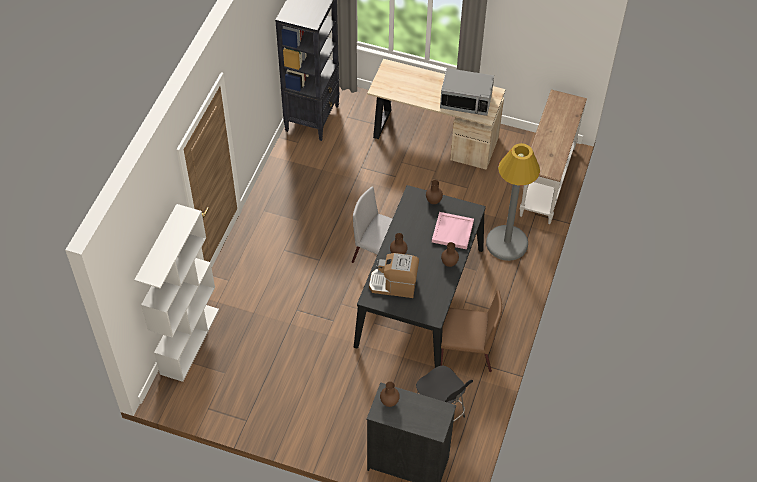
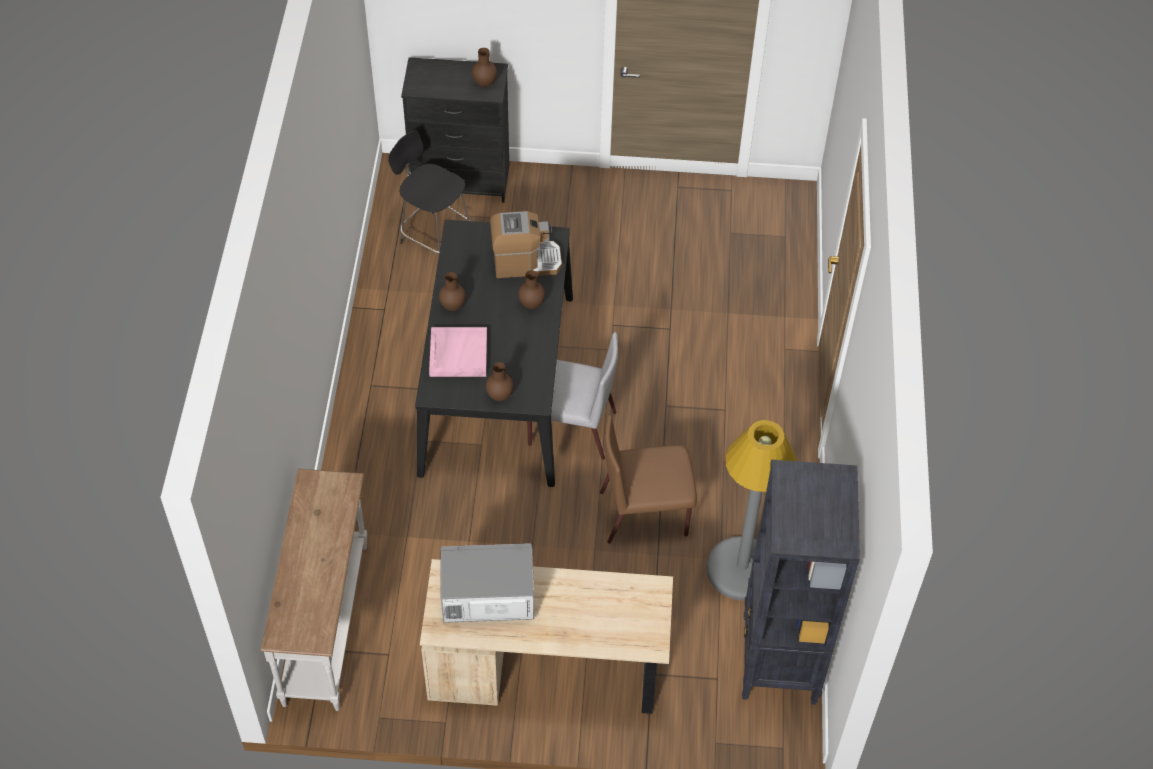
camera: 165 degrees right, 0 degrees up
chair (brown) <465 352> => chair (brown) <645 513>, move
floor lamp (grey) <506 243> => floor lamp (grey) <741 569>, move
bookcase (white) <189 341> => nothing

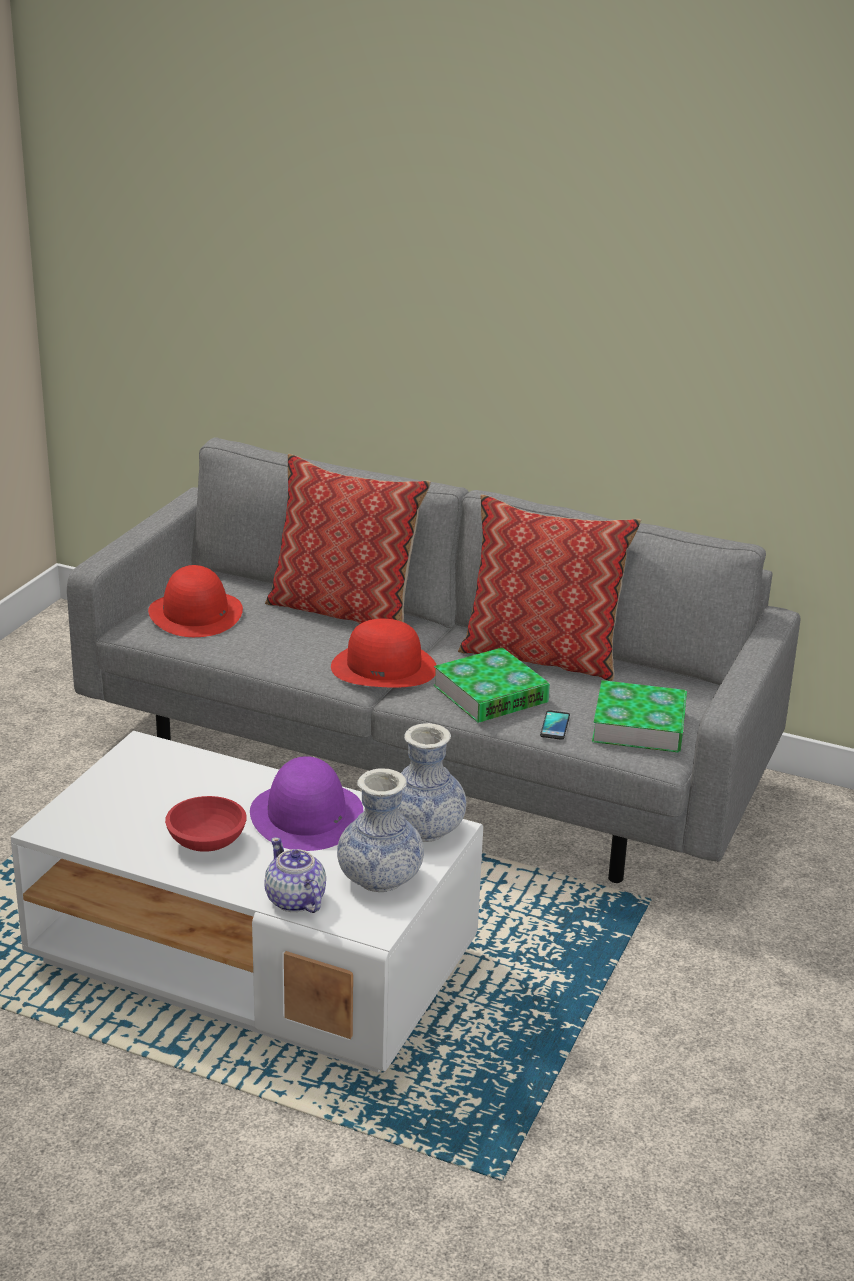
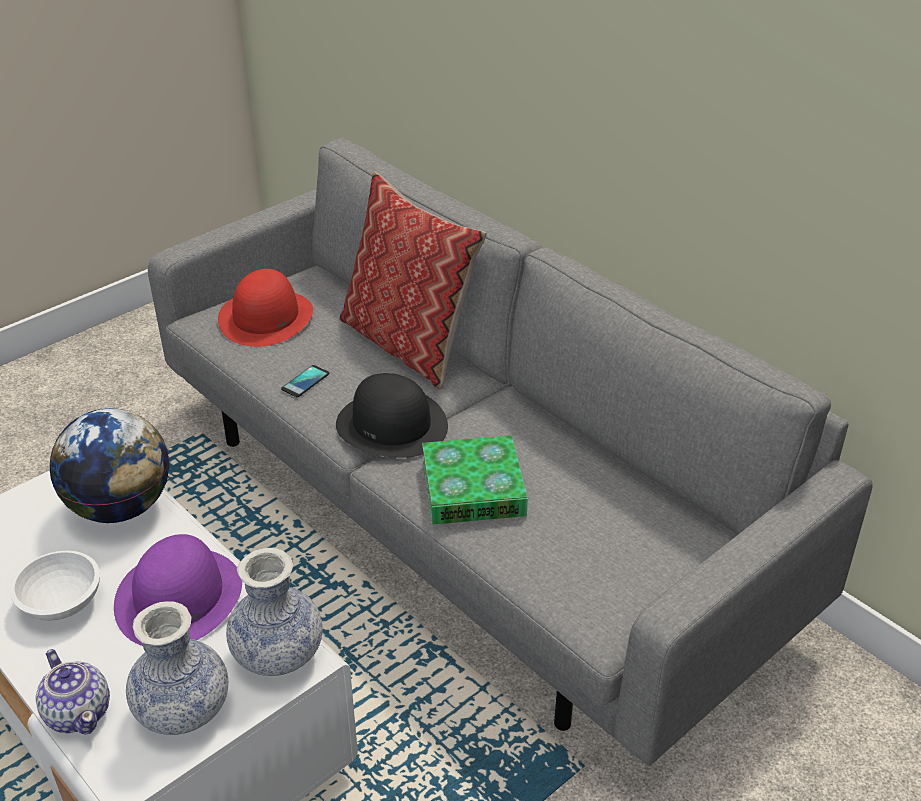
camera: 25 degrees right, 10 degrees up
bowl (red) <207 841> => bowl (white) <62 601>
teapot <295 900> => teapot <79 712>, 150 degrees clockwise
nothing => globe <120 507>
phone <555 726> => phone <305 382>, move
hat (red) <384 667> => hat (black) <392 424>
pillow <542 655> => nothing
book <639 725> => nothing

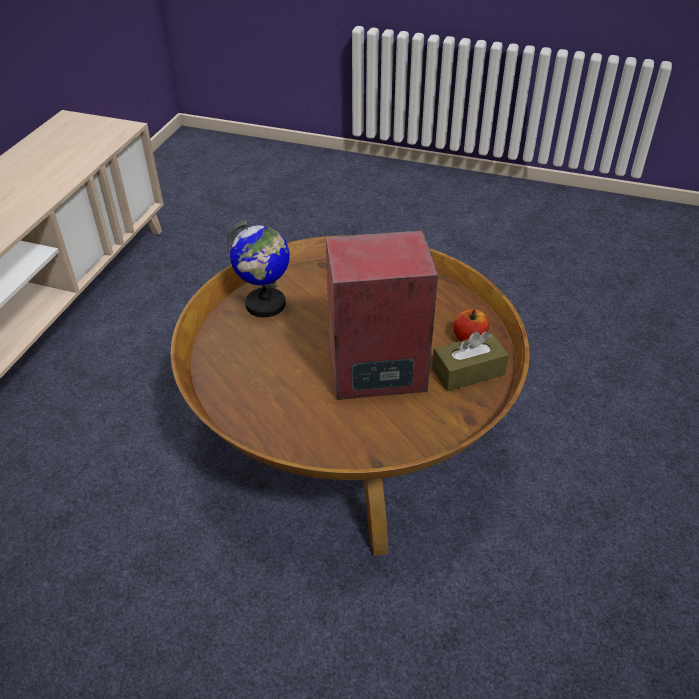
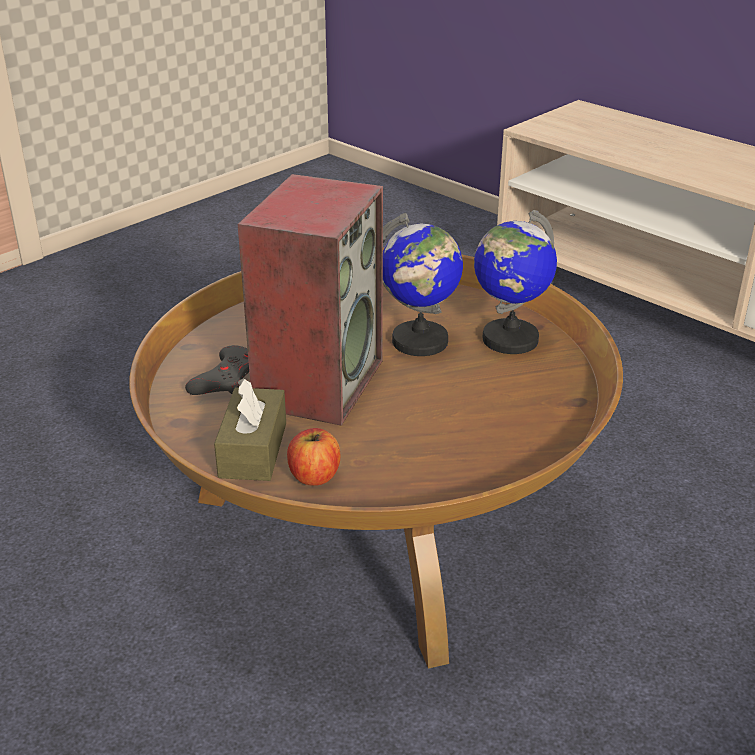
camera: 115 degrees right, 10 degrees down
nothing => game controller (grey) <227 379>
nothing => globe <420 342>

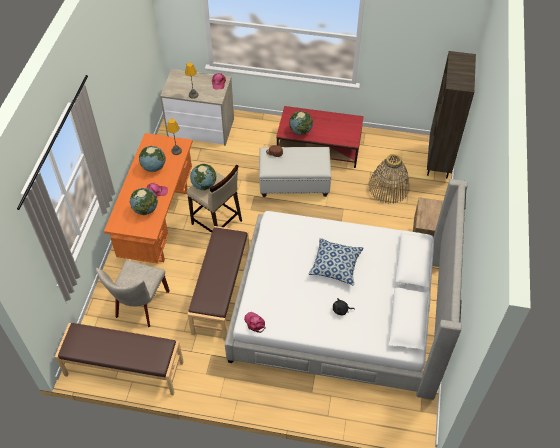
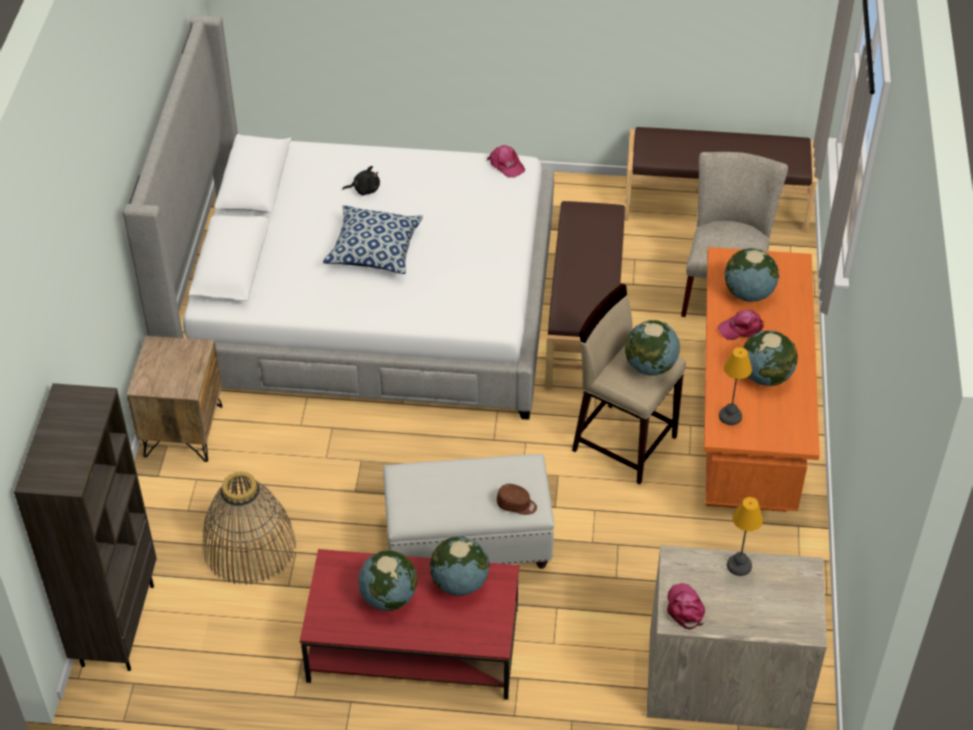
camera: 175 degrees right, 5 degrees down
nothing => globe <389 597>

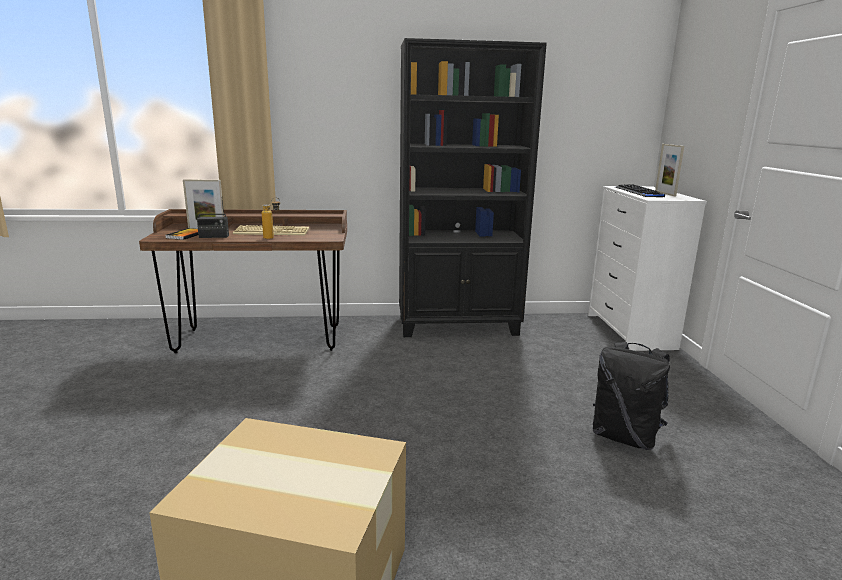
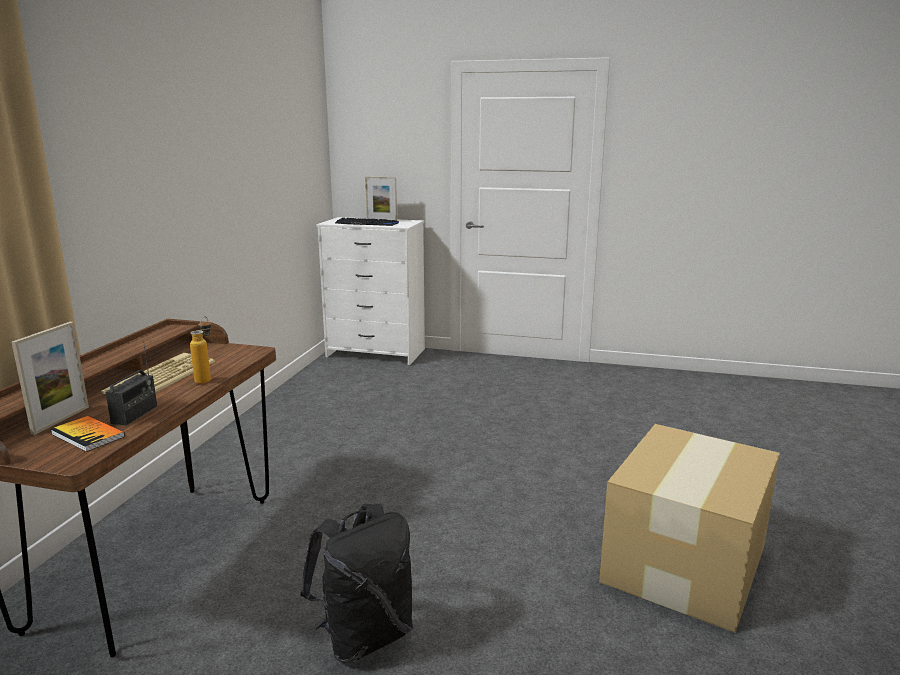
camera: 70 degrees left, 0 degrees up
backpack (black) <625 437> => backpack (black) <364 636>, move
bookcase (black) <459 326> => nothing

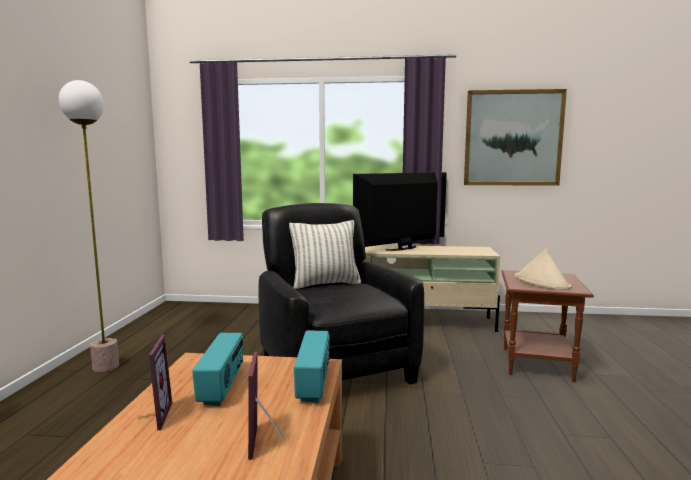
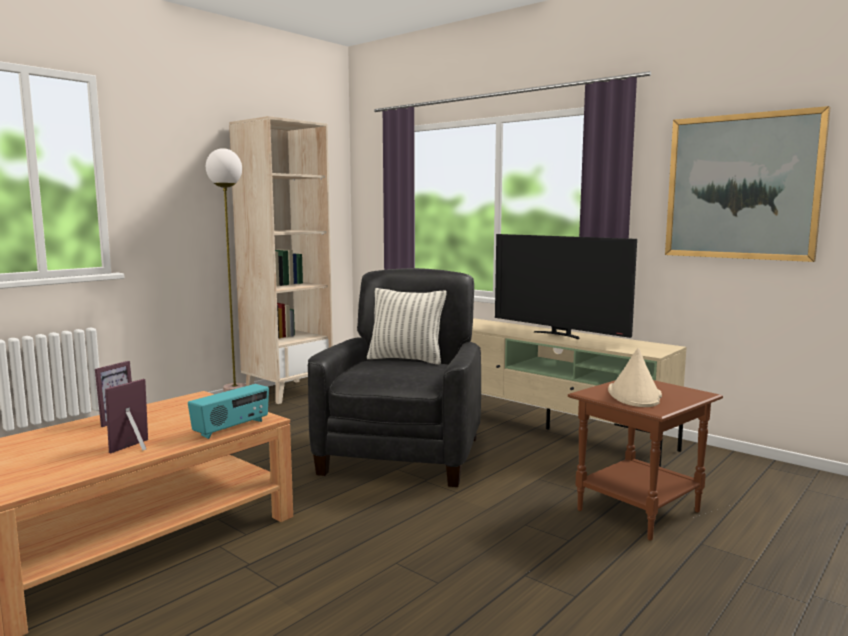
camera: 35 degrees right, 0 degrees up
nothing => bookcase (beige) <288 391>
television <403 248> => television <559 335>, 135 degrees counterclockwise
radio <222 387> => nothing

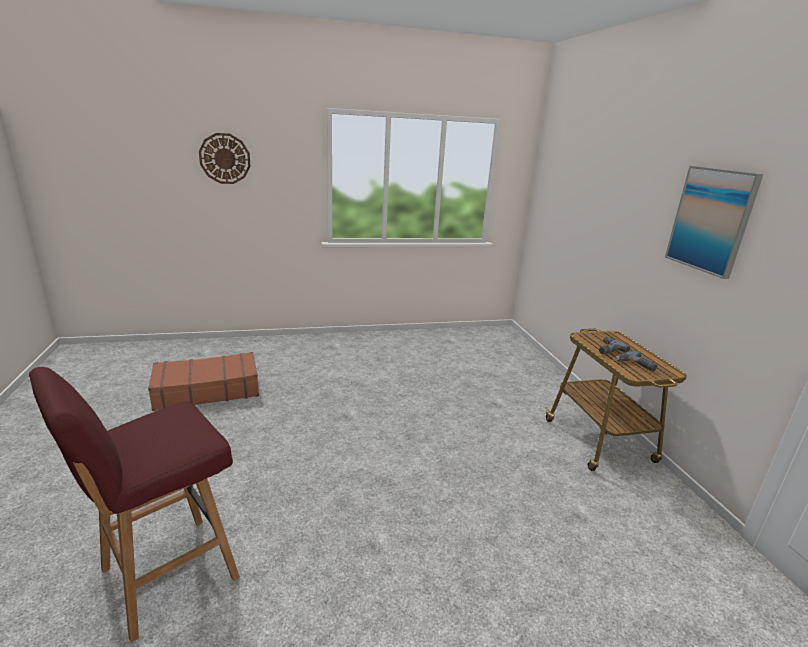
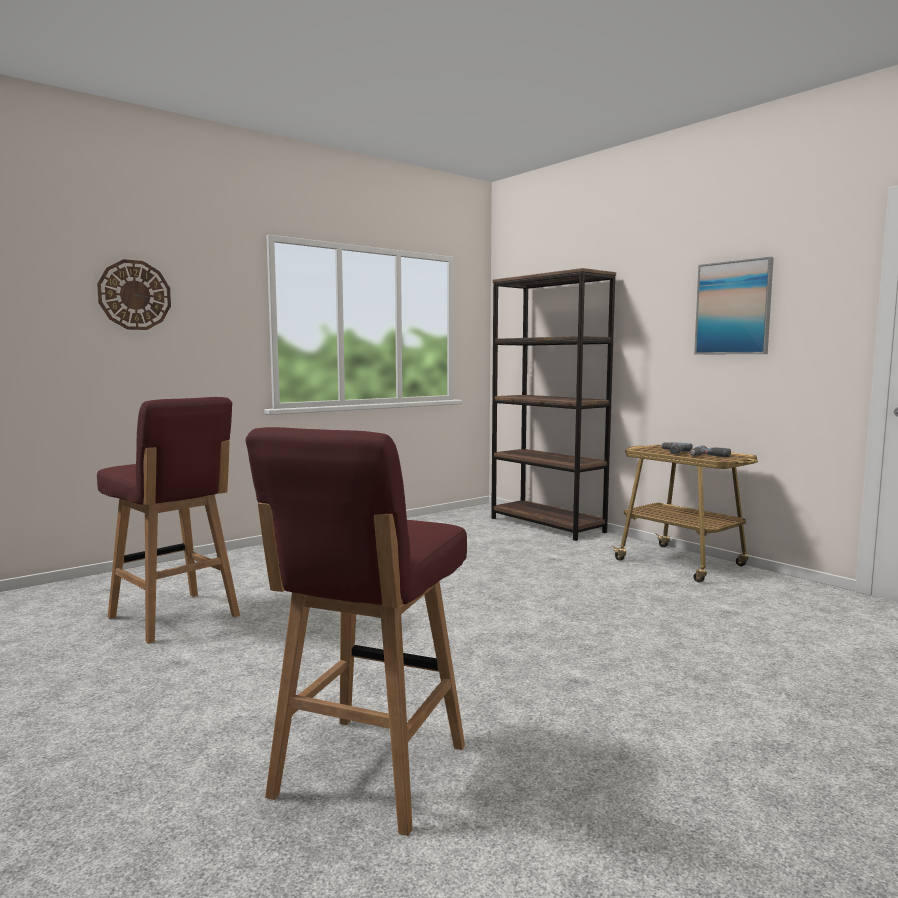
camera: 25 degrees left, 15 degrees down
suitcase (brown) <207 390> => stool (red) <175 618>
nothing => bookcase (brown) <547 525>

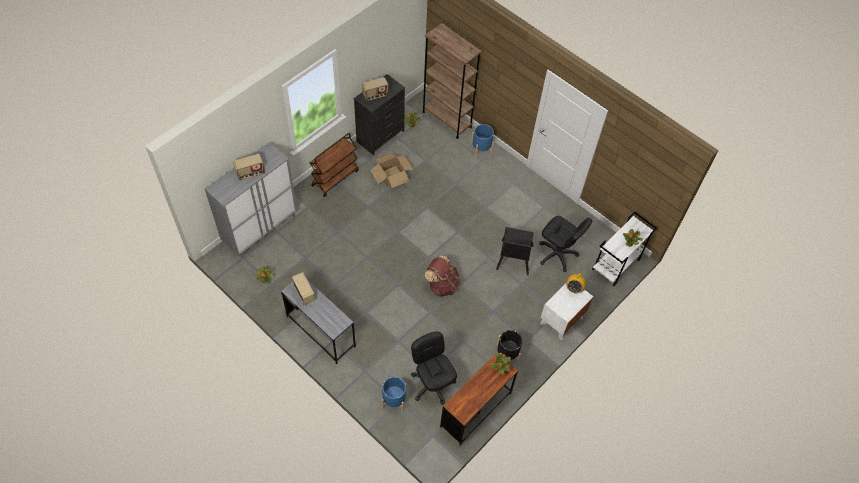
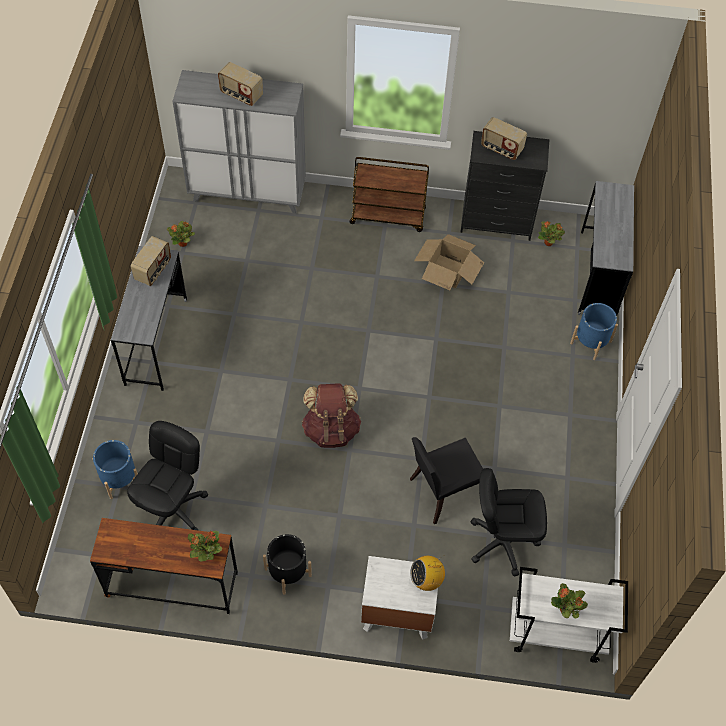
camera: 55 degrees right, 0 degrees up
office chair (black) <557 254> => office chair (black) <502 542>, 90 degrees clockwise
bookcase (brown) <446 119> => desk (grey) <598 274>

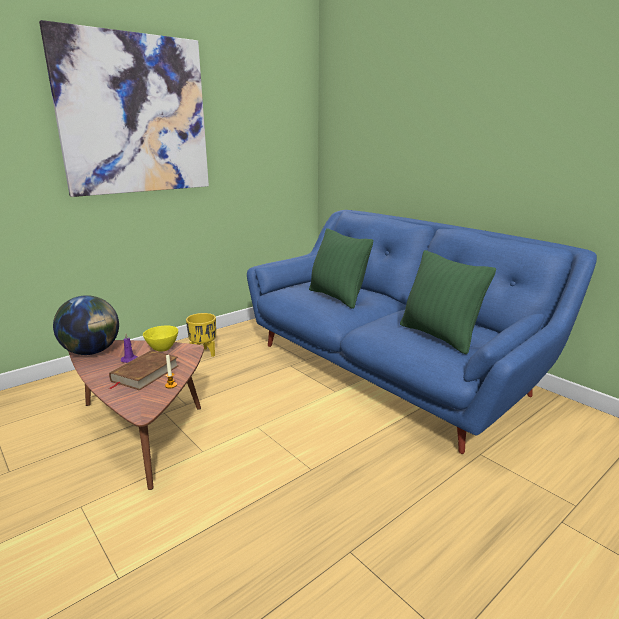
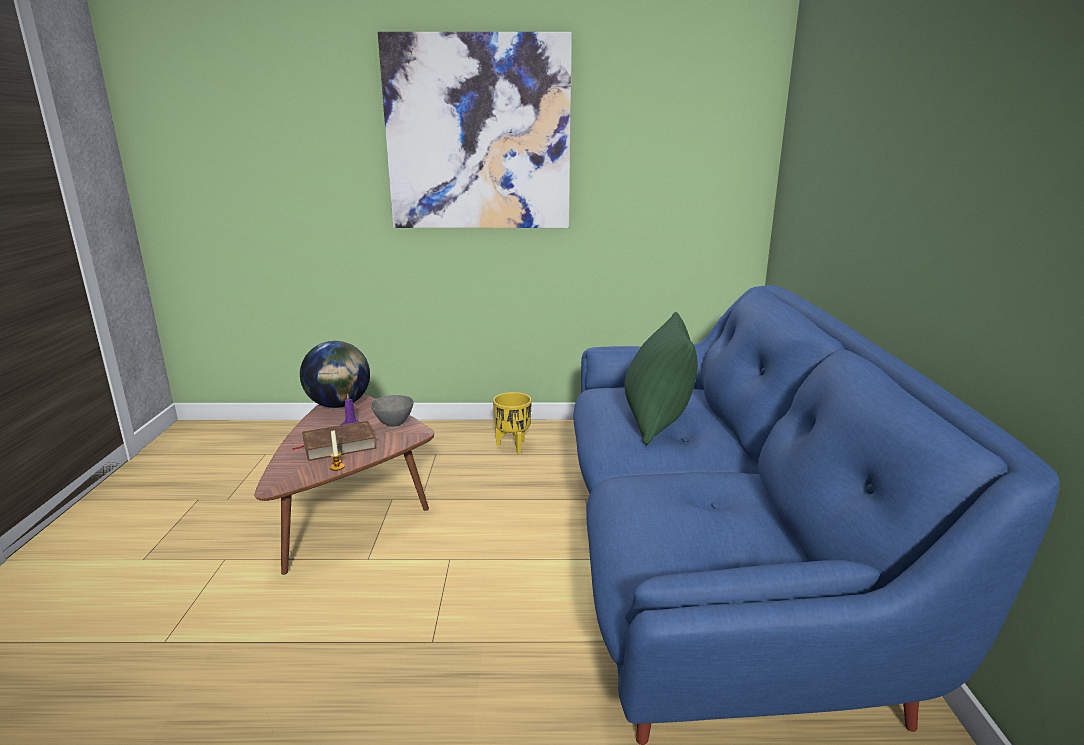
camera: 40 degrees right, 0 degrees up
bowl (yellow) <162 349> => bowl (grey) <393 424>
pillow (green) <439 336> => nothing

